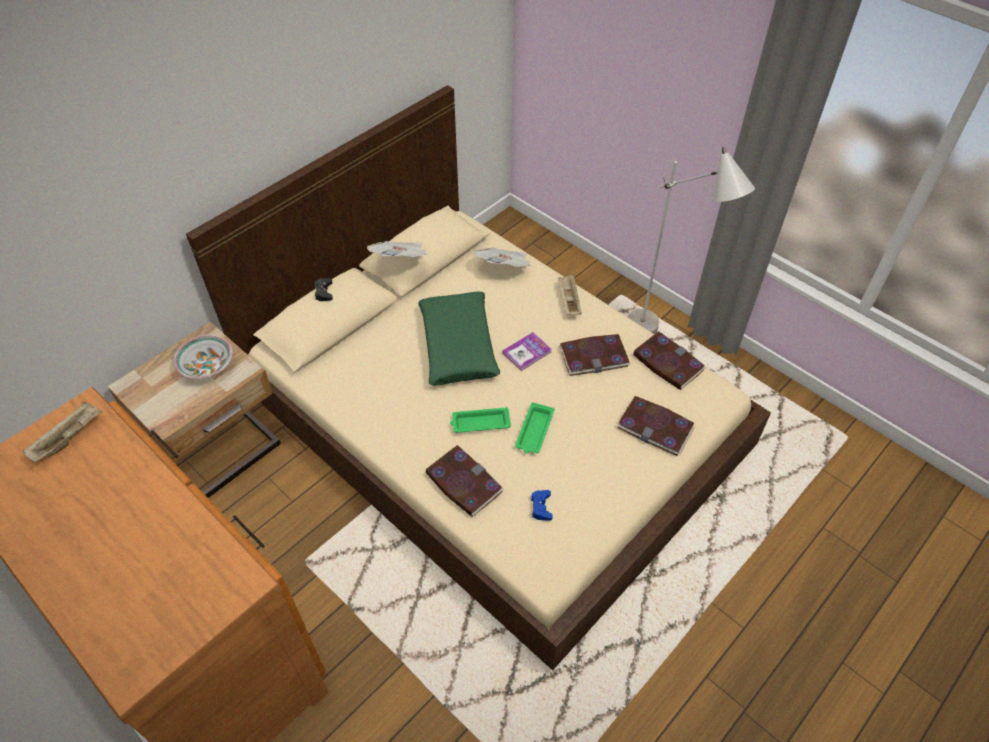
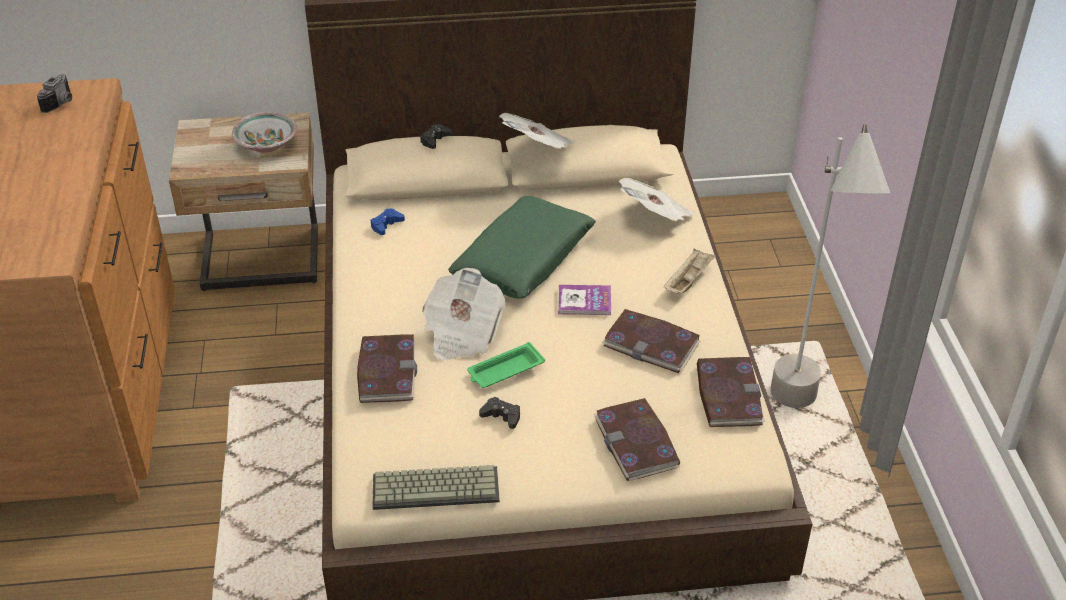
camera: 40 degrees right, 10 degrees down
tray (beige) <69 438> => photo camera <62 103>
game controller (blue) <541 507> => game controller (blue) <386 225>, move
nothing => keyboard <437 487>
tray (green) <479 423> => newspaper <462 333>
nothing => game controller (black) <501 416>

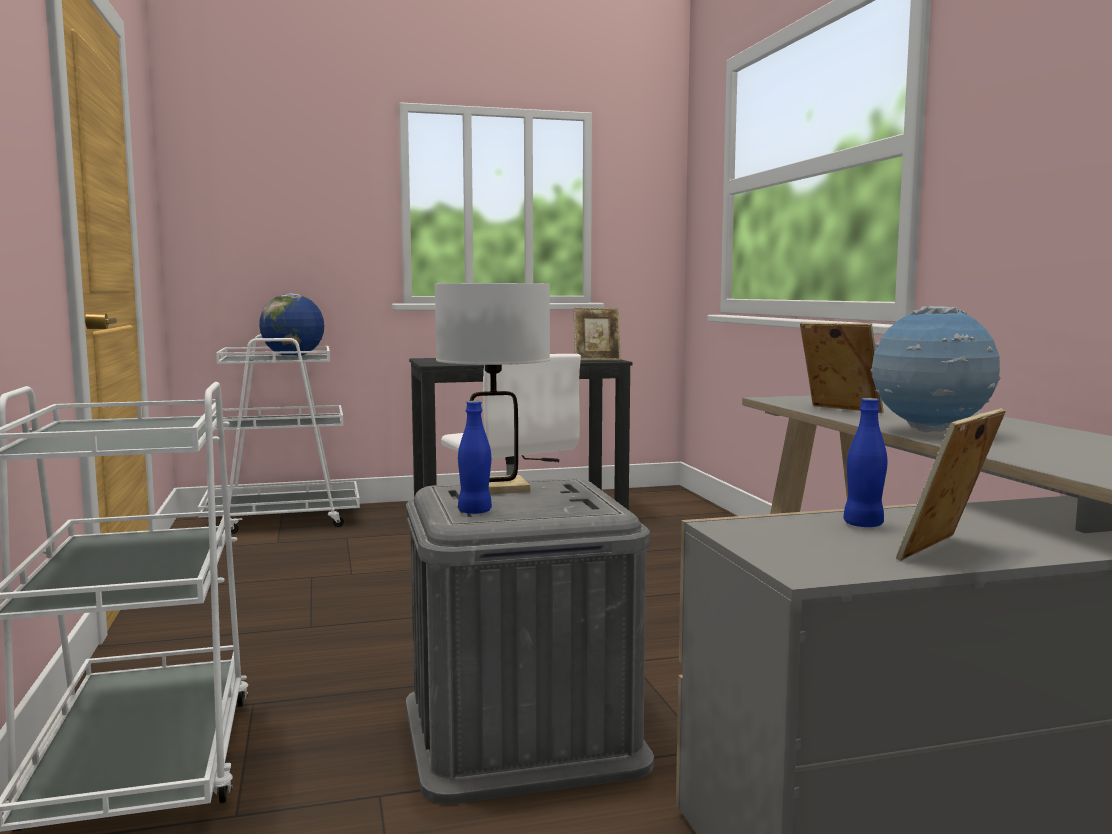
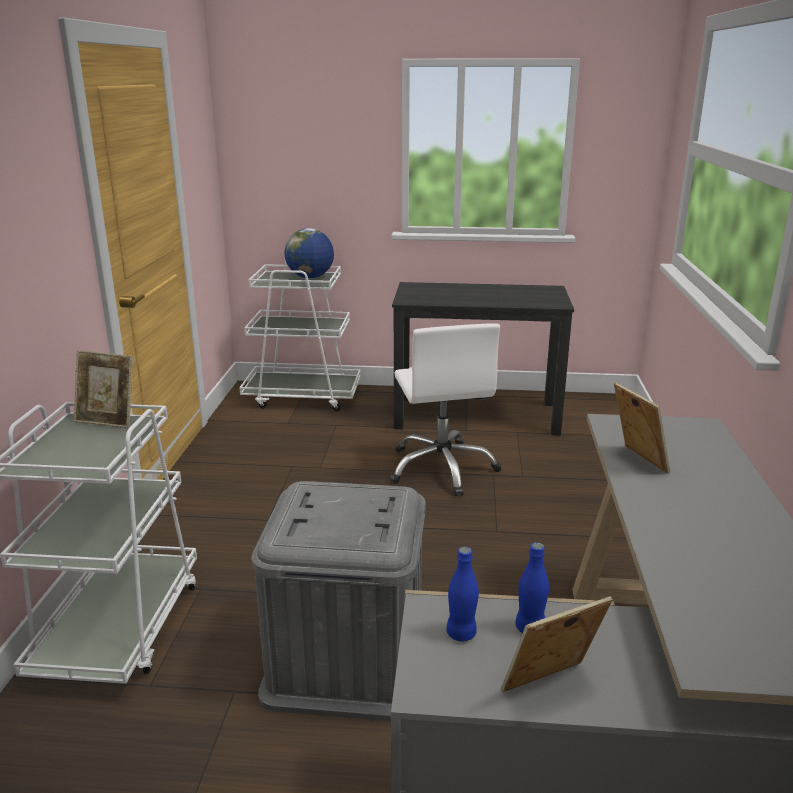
camera: 20 degrees right, 15 degrees up
picture frame <597 360> => picture frame <108 420>, move
bottle (blue) <475 511> => bottle (blue) <461 633>, move
table lamp (white) <494 488> => nothing
globe <930 432> => nothing

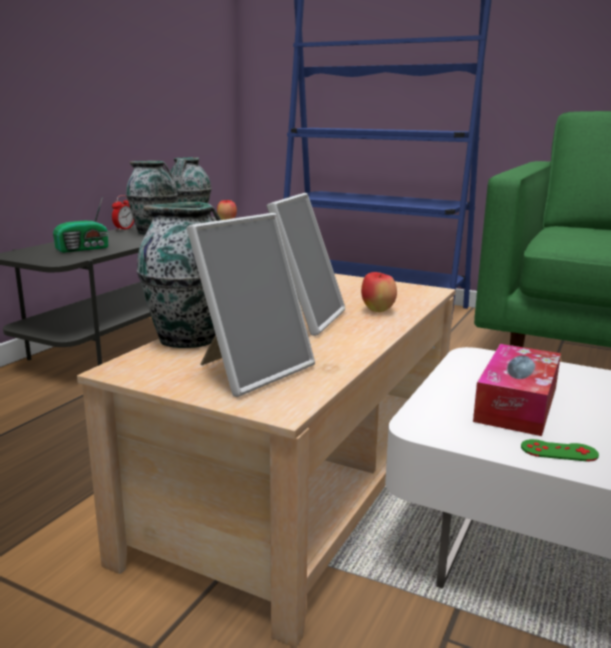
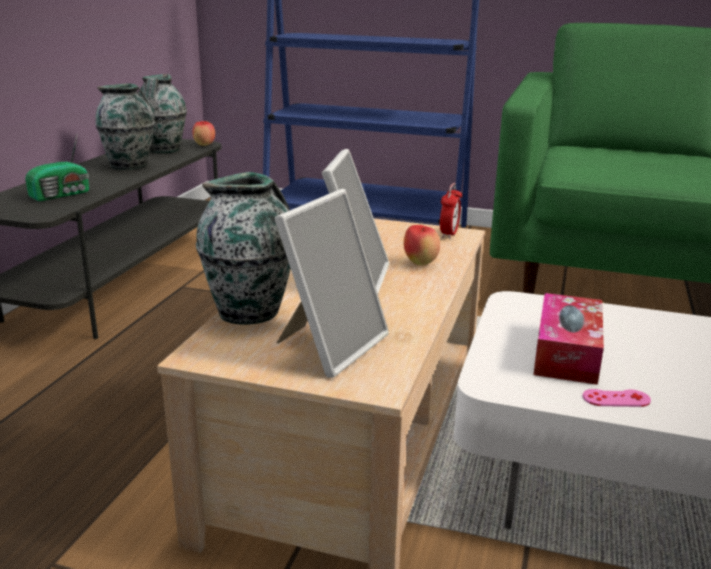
camera: 10 degrees left, 5 degrees up
alarm clock <124 229> => alarm clock <449 234>, move
game controller (green) <559 451> => game controller (pink) <616 398>

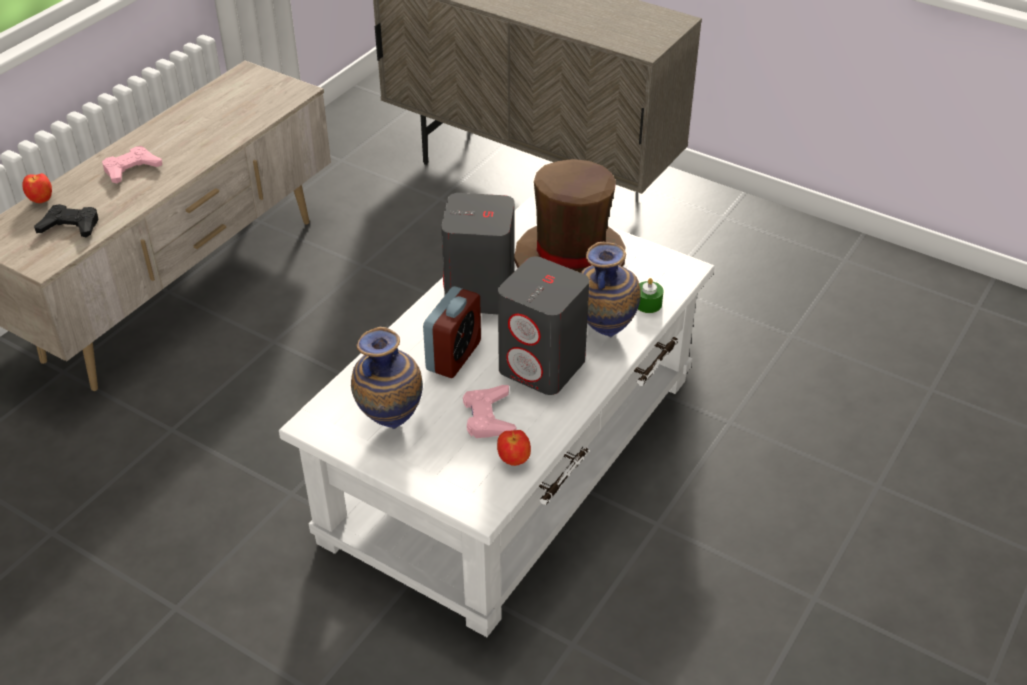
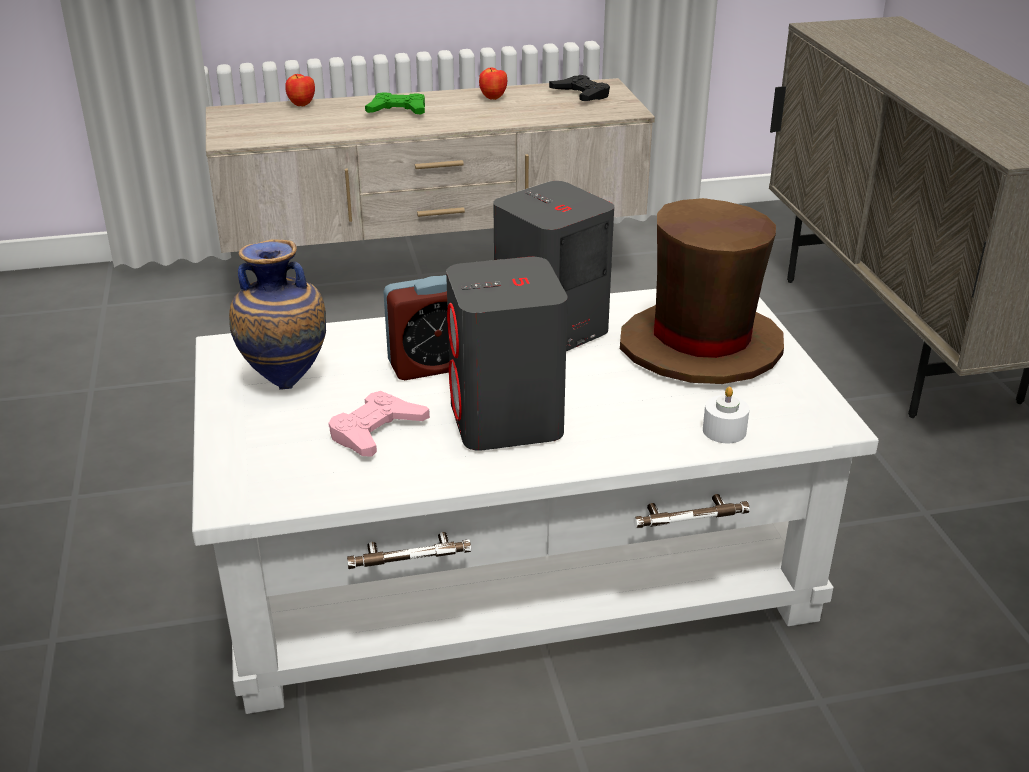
camera: 45 degrees right, 10 degrees down
game controller (pink) <131 169> => game controller (green) <398 111>
apple <514 460> => apple <493 98>, move
game controller (black) <70 226> => game controller (black) <581 94>, move
candle (green) <648 304> => candle (white) <724 431>
vase <604 332> => nothing

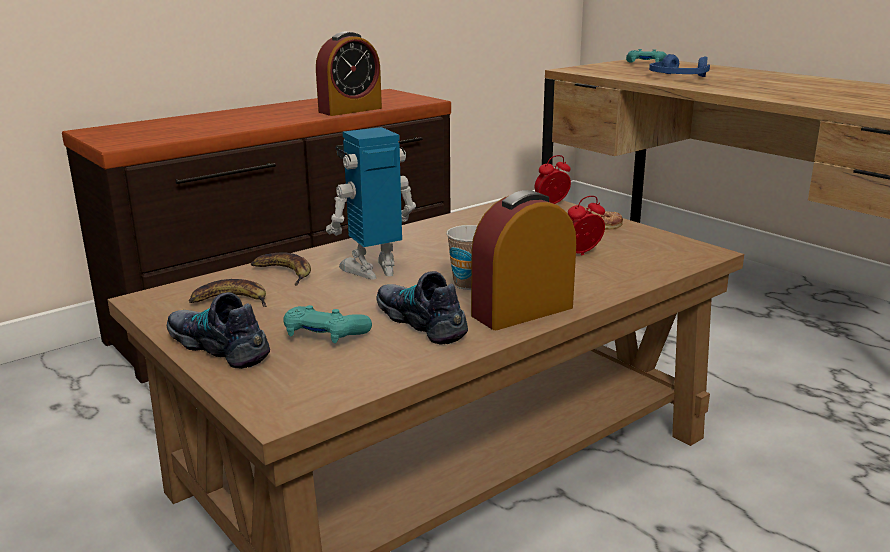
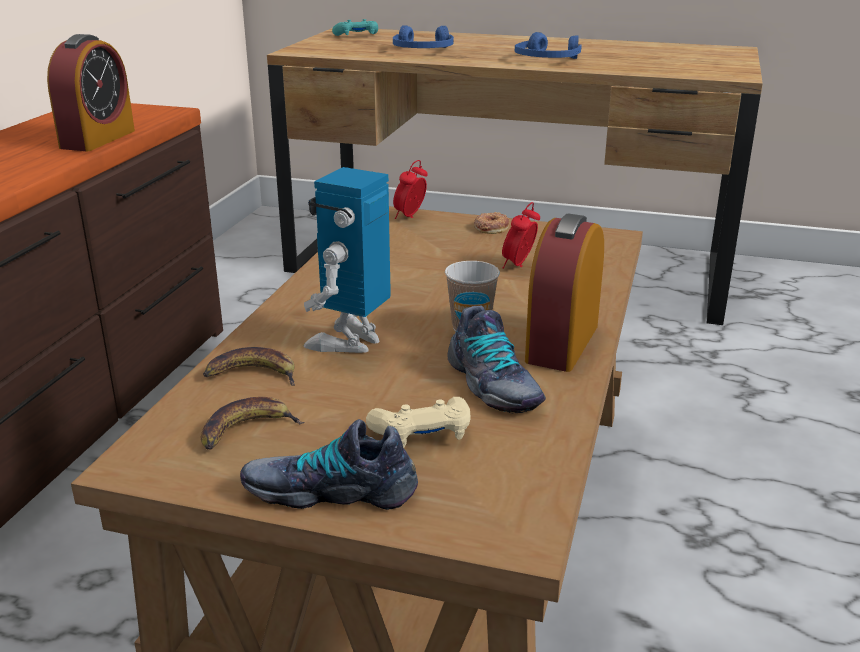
camera: 35 degrees left, 5 degrees up
game controller (turquoise) <324 335> => game controller (beige) <422 434>
shoe <422 321> => shoe <492 385>, 135 degrees counterclockwise
nothing => headphones (blue) <547 60>

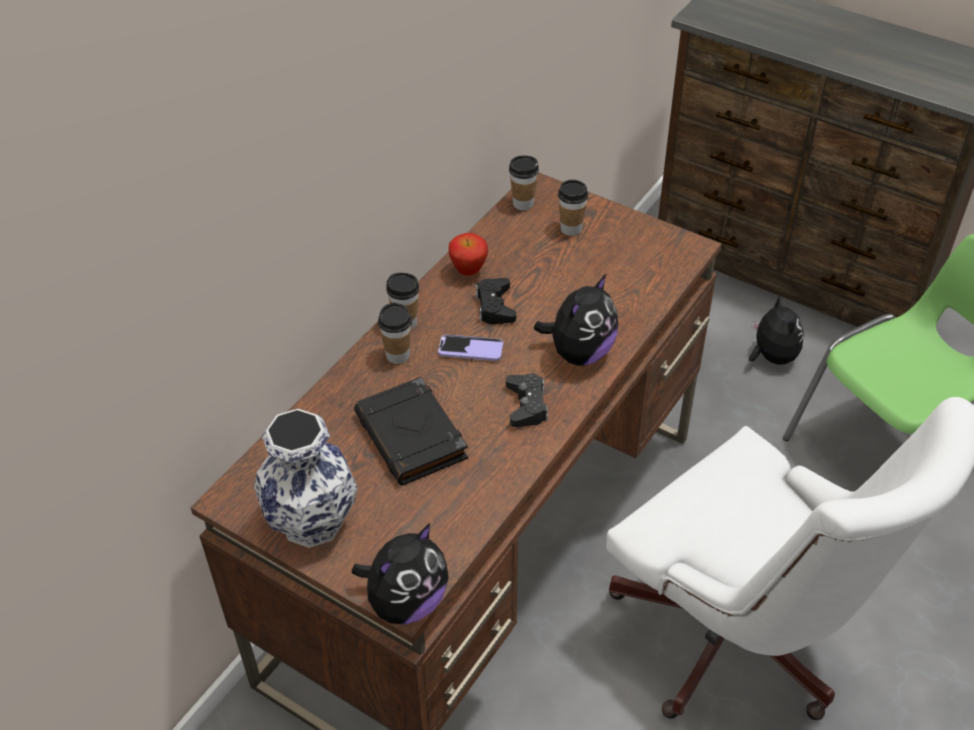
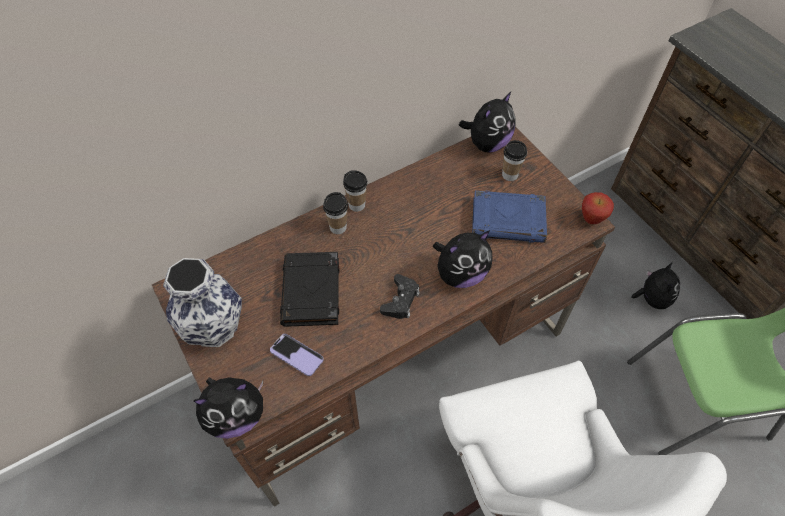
camera: 25 degrees right, 10 degrees up
phone <470 349> => phone <297 355>, move
cup <523 204> => plush toy <487 144>
nothing => book (blue) <509 220>
apple <468 271> => apple <591 219>, move
game controller (black) <495 306> => nothing

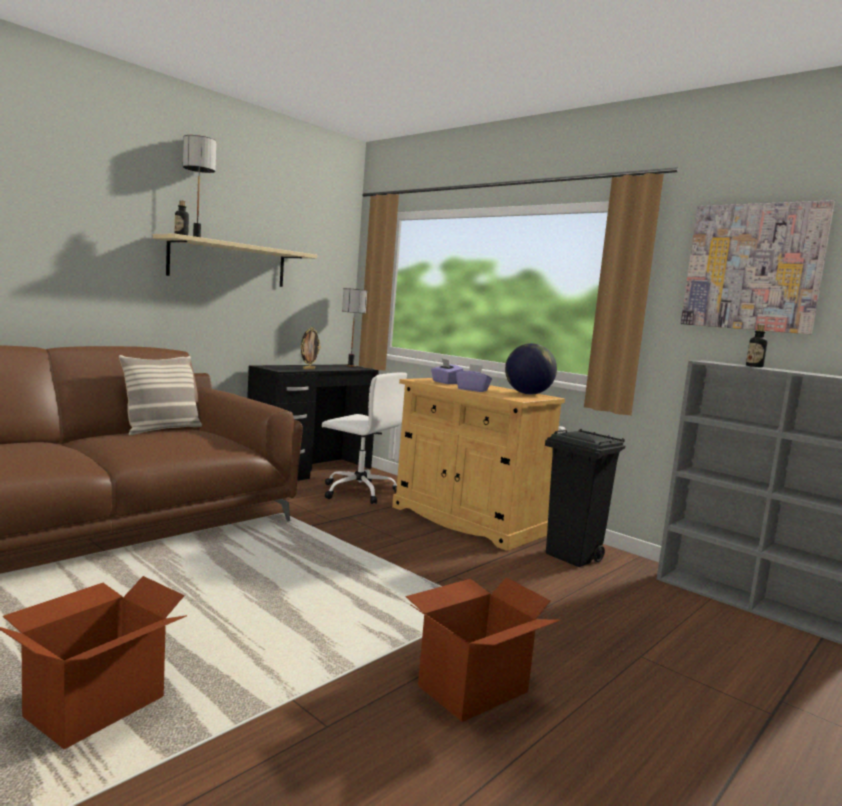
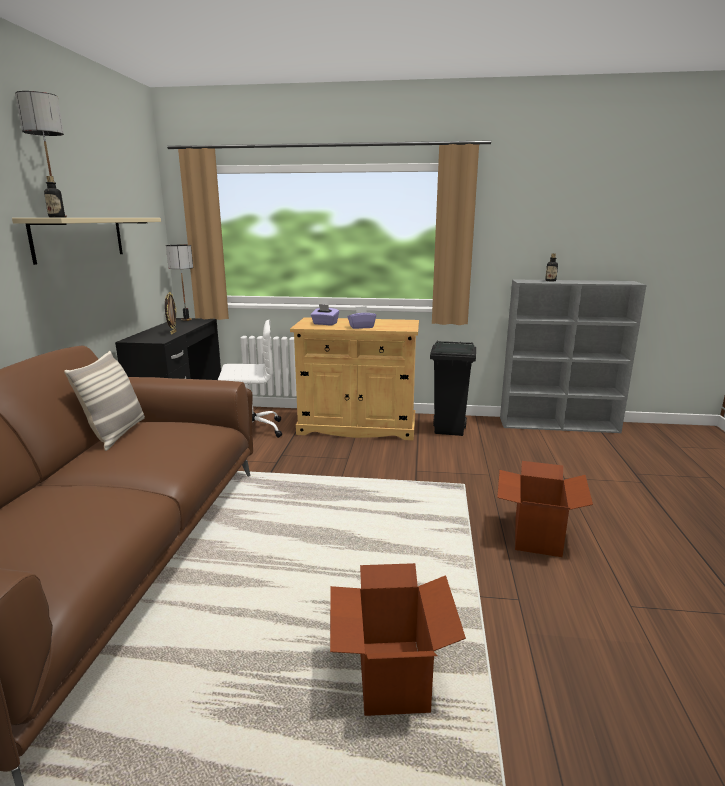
camera: 35 degrees left, 10 degrees up
globe <528 394> => nothing
picture <753 267> => nothing

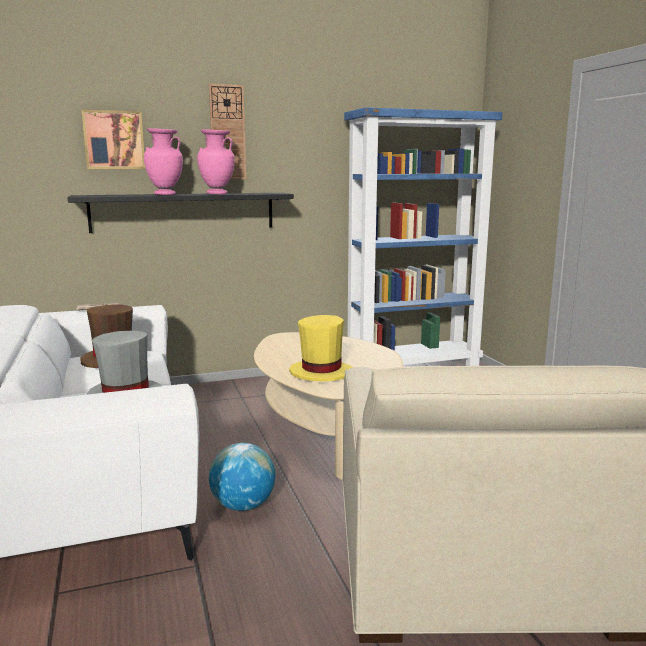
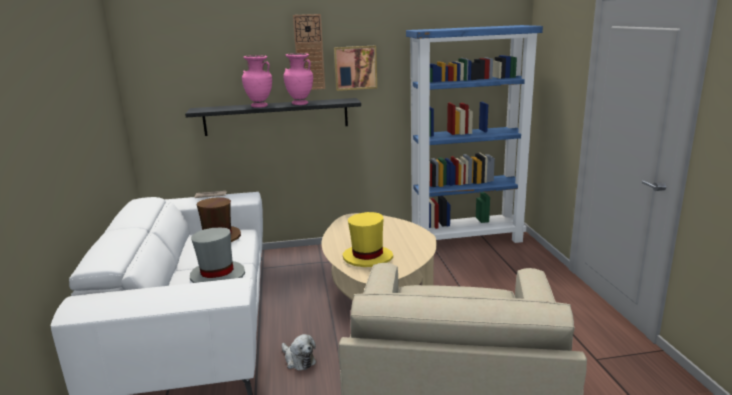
camera: 10 degrees right, 5 degrees up
globe <243 505> => plush toy <298 360>
picture <114 140> => picture <355 67>, move

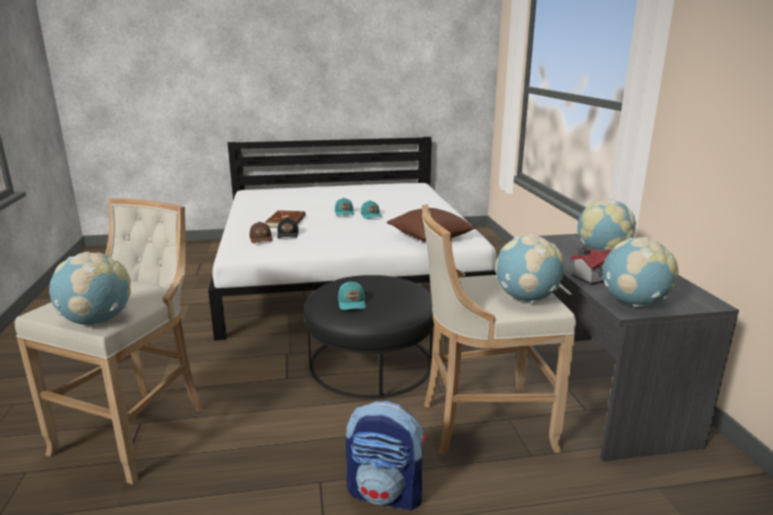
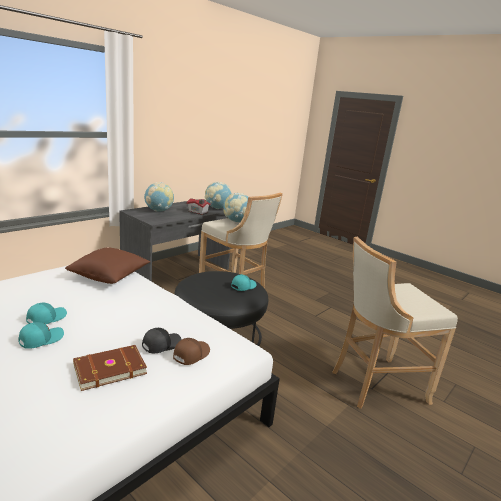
camera: 130 degrees left, 0 degrees up
globe <97 321> => nothing
backpack <386 493> => nothing

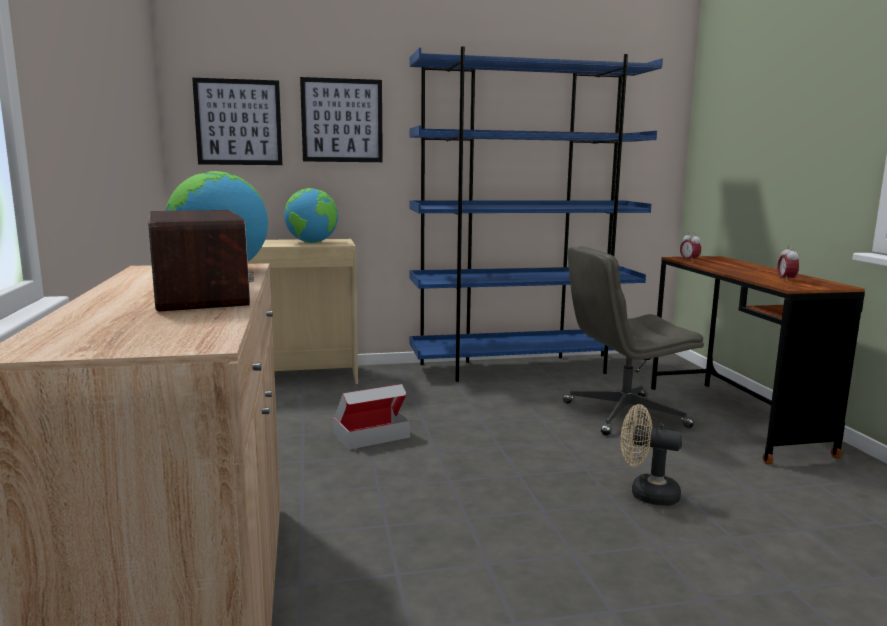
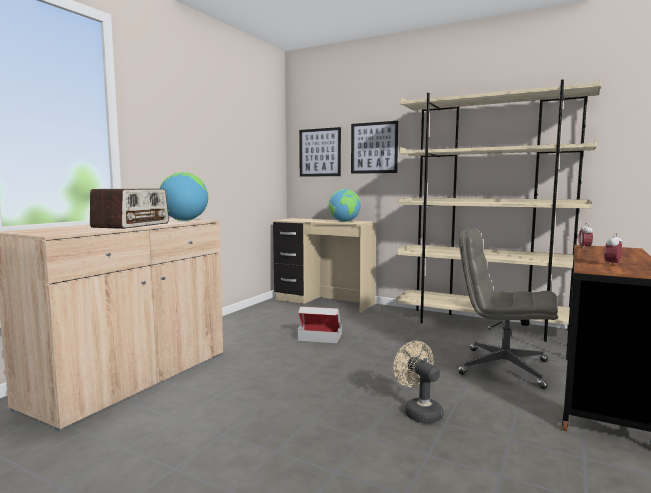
camera: 40 degrees right, 5 degrees down
bookcase (blue) <523 368> => bookcase (beige) <484 325>

